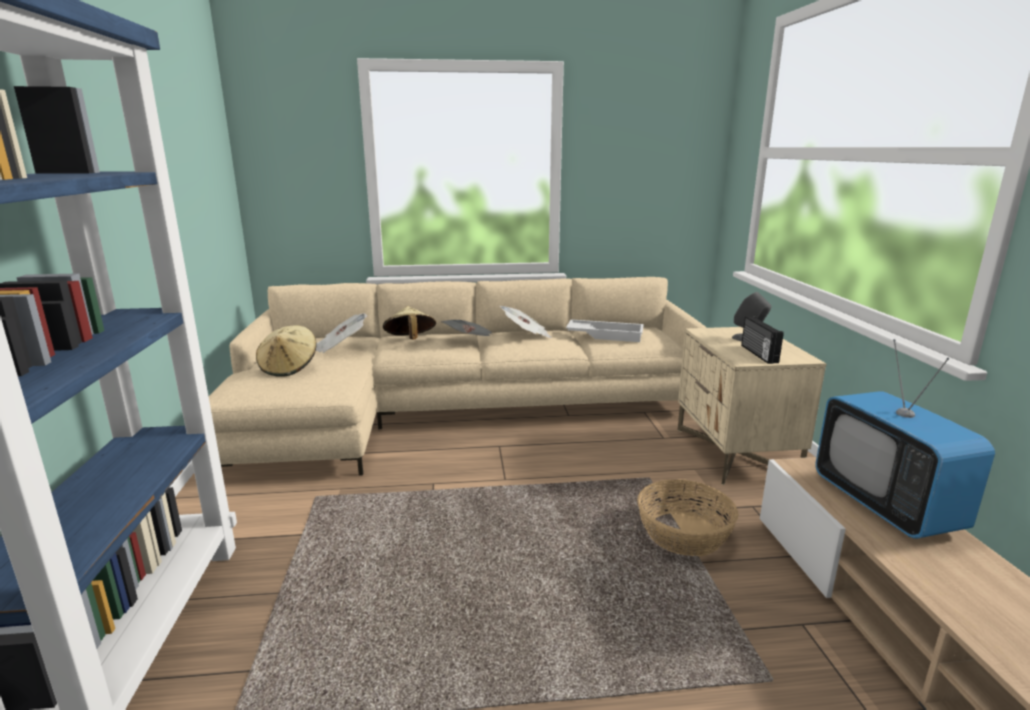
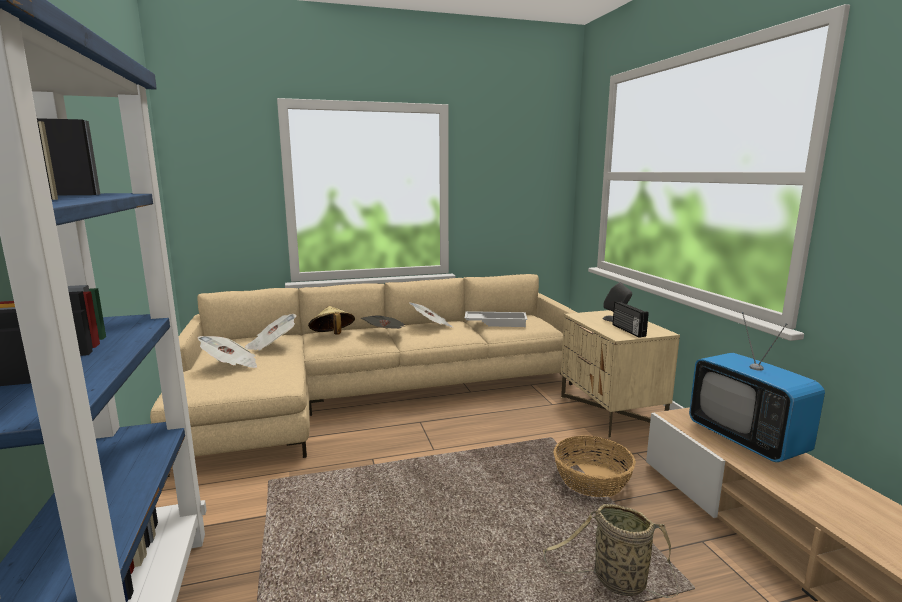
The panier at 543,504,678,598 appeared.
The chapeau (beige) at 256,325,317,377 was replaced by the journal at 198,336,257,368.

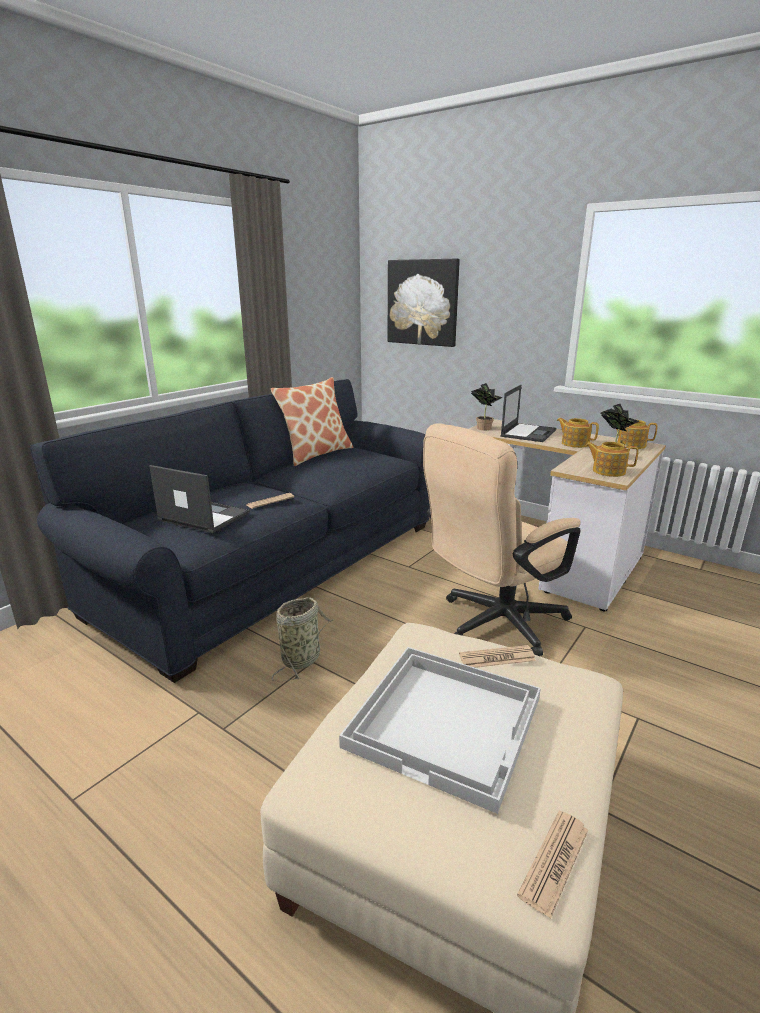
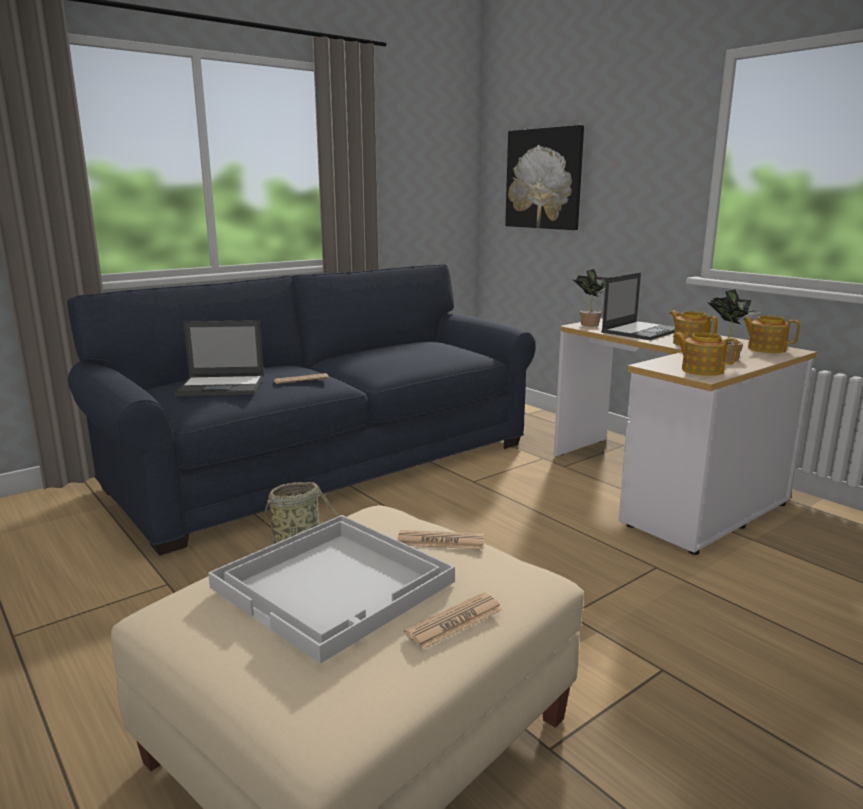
The coussin at 271,377,353,466 disappeared.
The chaise de bureau (beige) at 423,423,581,656 disappeared.
The journal moved from 517,811,588,919 to 404,593,503,649.
The ordinateur portable at 149,465,250,533 turned 135 degrees clockwise.

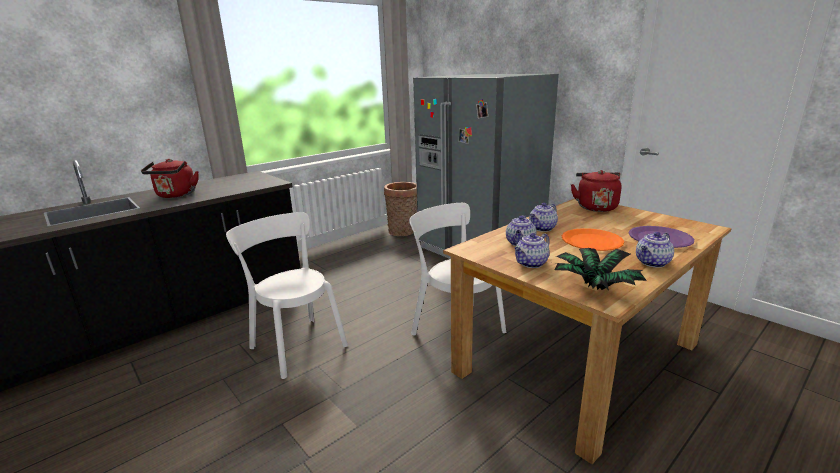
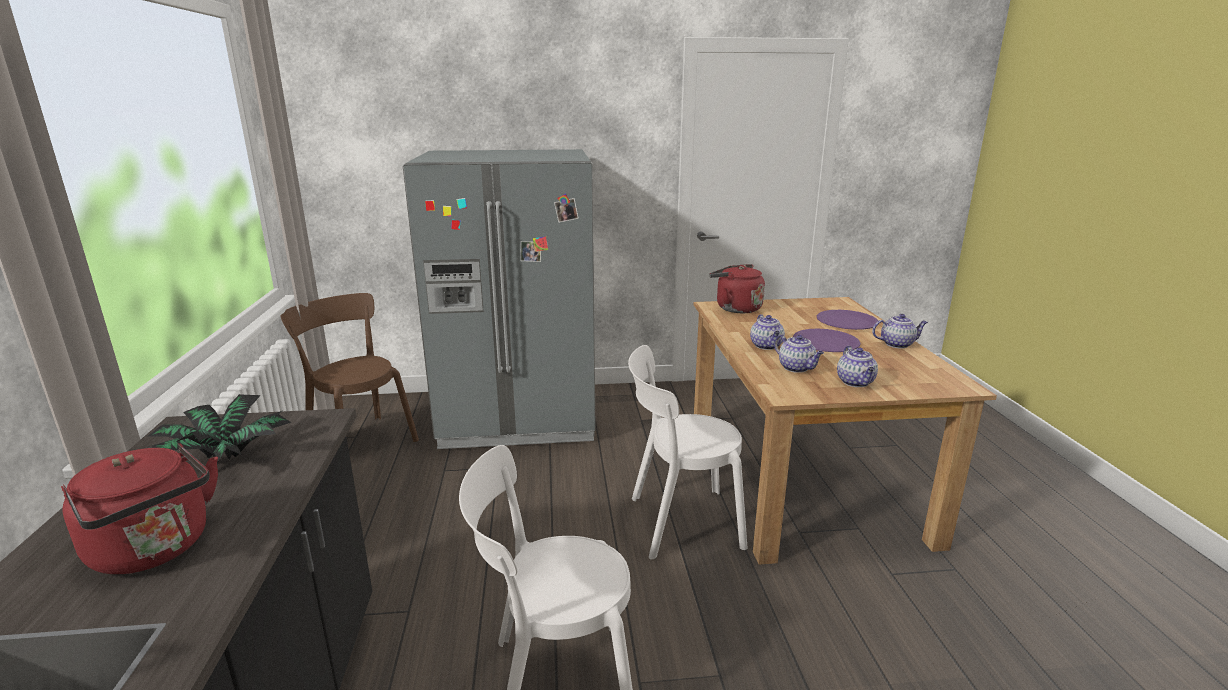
The plante en pot moved from 554,248,647,290 to 148,394,291,461.
The panier at 384,182,417,236 was replaced by the chaise (marron) at 280,293,419,442.
The assiette (orange) at 562,228,624,251 became the assiette (violet) at 793,329,861,352.
The théière at 636,232,674,268 turned 90 degrees counterclockwise.

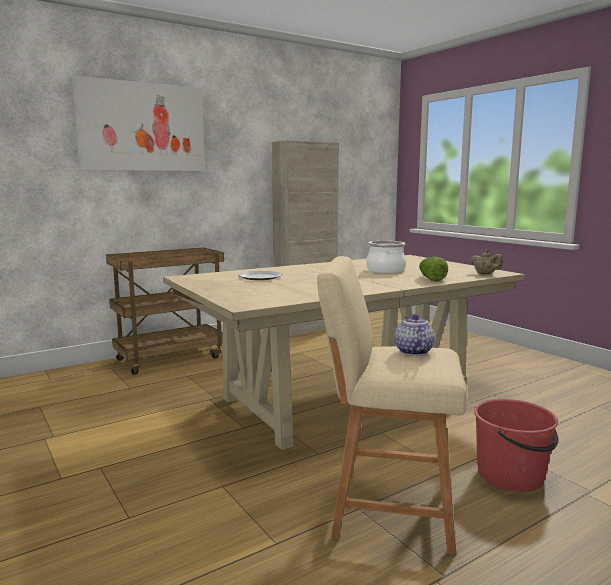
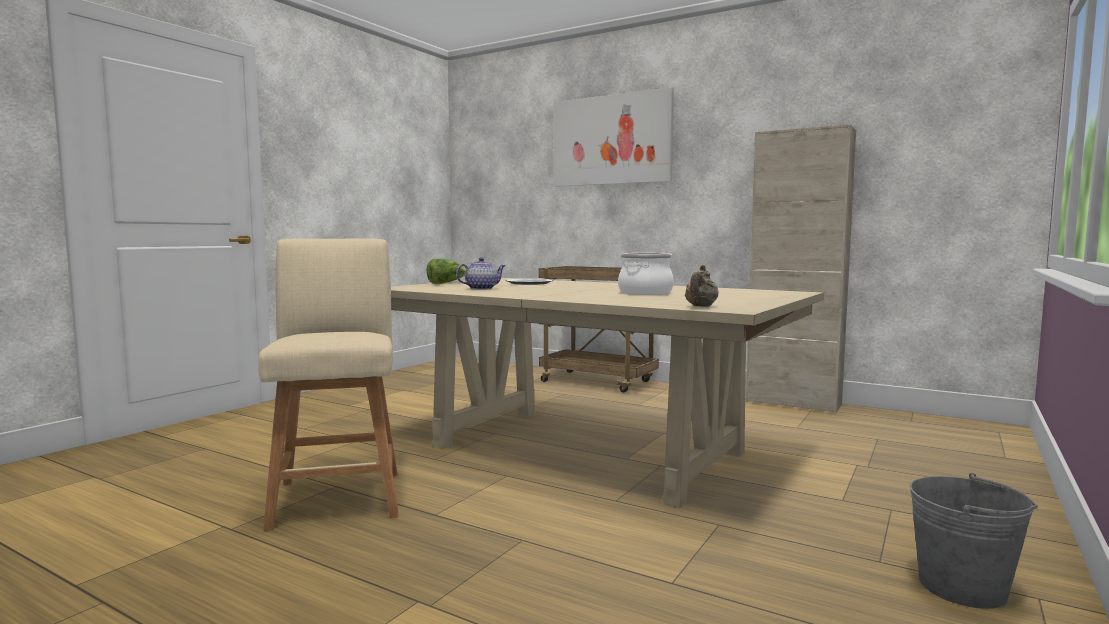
The seau (rouge) at 474,399,558,492 disappeared.
The seau (gris) at 910,473,1038,609 appeared.
The théière moved from 394,314,435,356 to 456,257,505,290.
The laitue moved from 419,257,448,281 to 427,259,466,284.

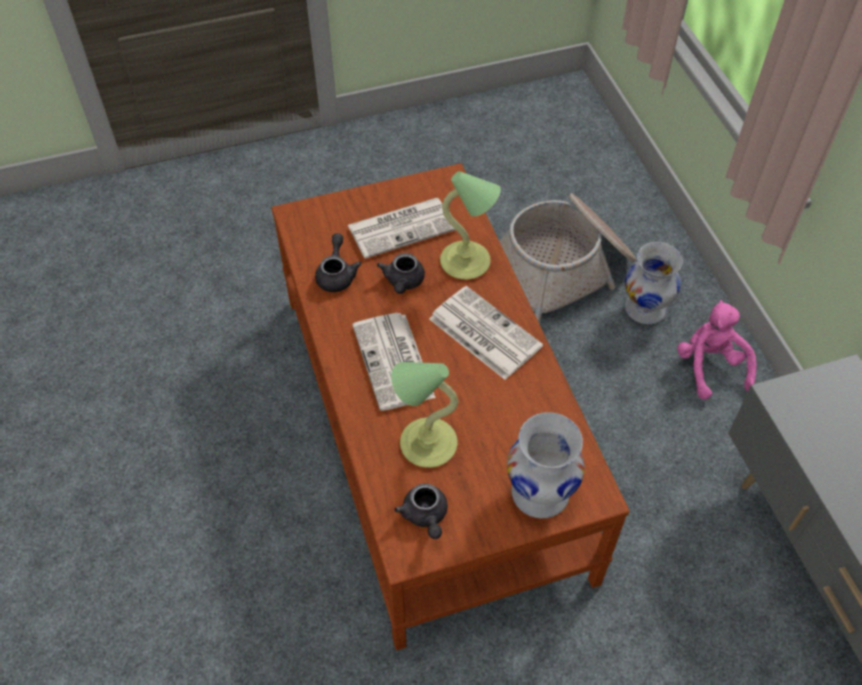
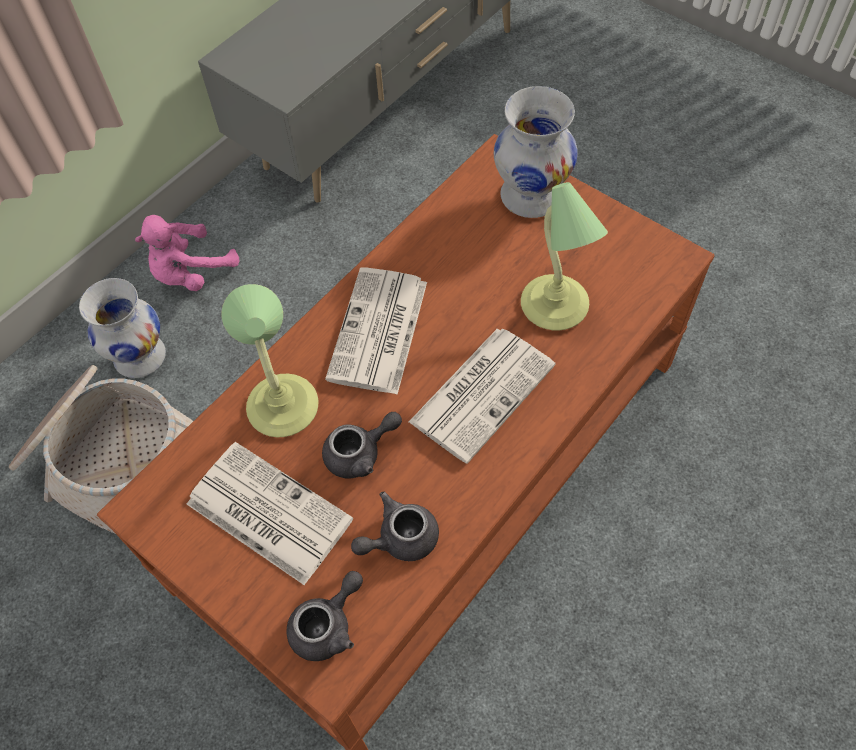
The théière (gris) moved from 394,483,448,539 to 286,571,363,661.

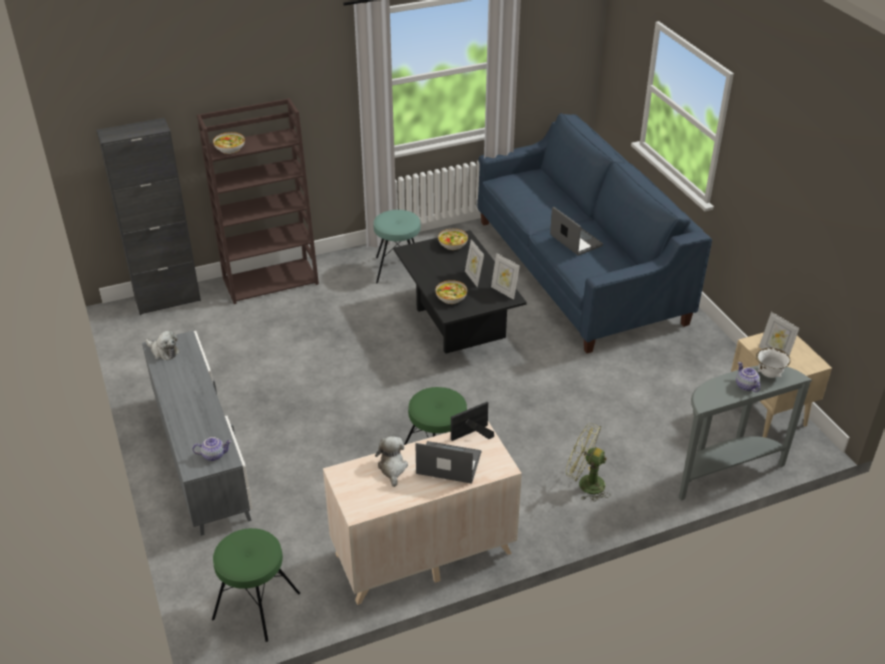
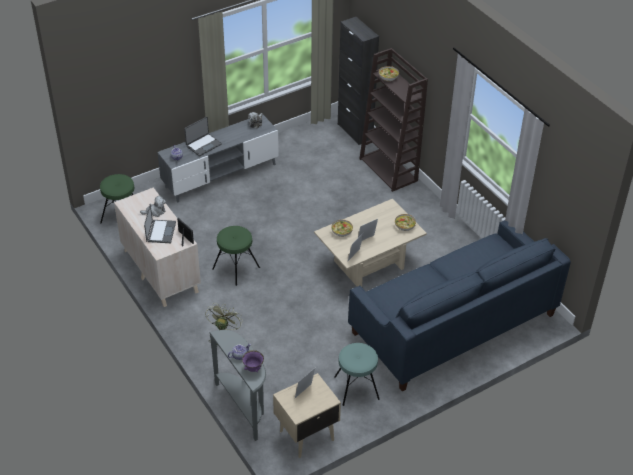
The tabouret (turquoise) moved from 374,210,421,283 to 334,343,380,406.
The ordinateur portable moved from 550,207,603,256 to 184,117,222,156.
The table basse (noir) at 394,230,527,354 became the table basse (beige) at 314,199,427,287.
The bol (blanc) at 756,347,790,378 became the bol (violet) at 242,350,264,372.

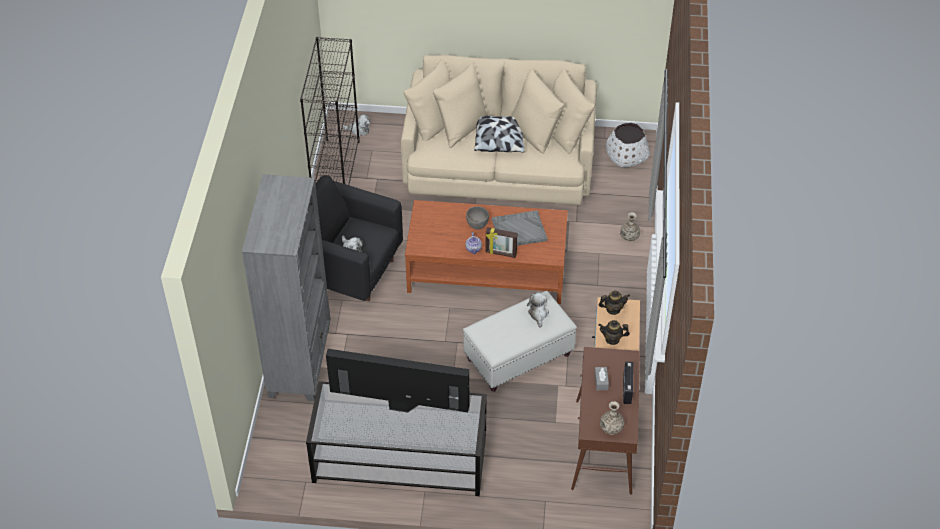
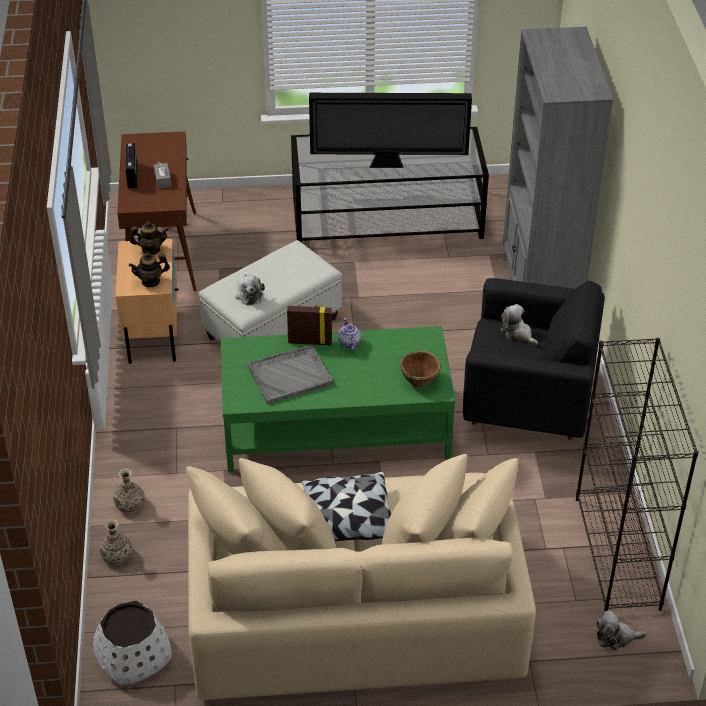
The bol (gris) at 466,206,489,230 disappeared.
The bol (marron) at 400,351,441,387 appeared.
The vase moved from 600,401,624,435 to 99,519,132,565.
The table basse (marron) at 405,200,568,304 became the table basse (vert) at 221,326,456,473.

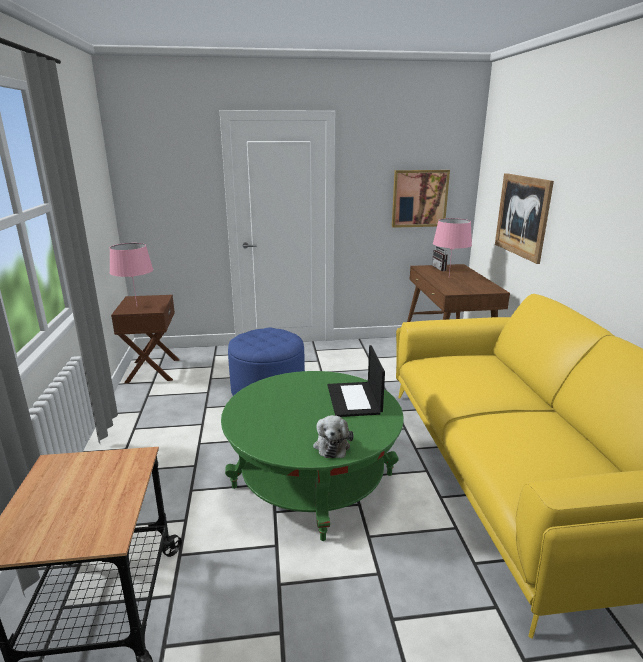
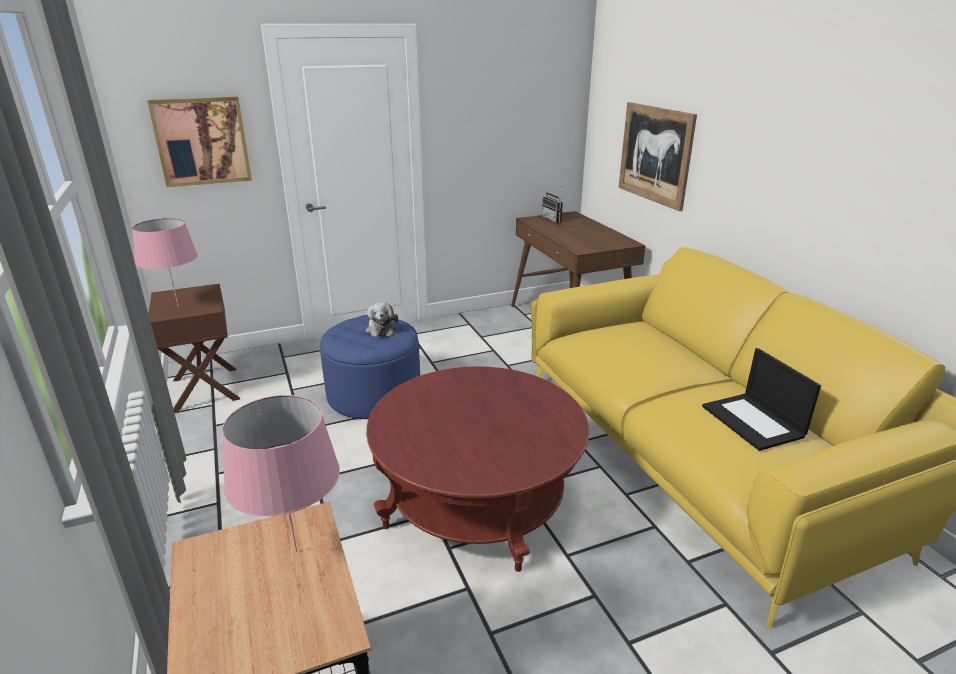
The peluche moved from 313,415,354,458 to 366,302,398,337.
The ordinateur portable moved from 328,345,385,417 to 702,348,821,451.
The tableau moved from 392,170,450,228 to 147,97,252,187.
The lampe de table (rose) moved from 433,218,472,275 to 222,395,340,552.
The table basse (vert) at 221,371,404,541 became the table basse (rouge) at 366,366,589,572.

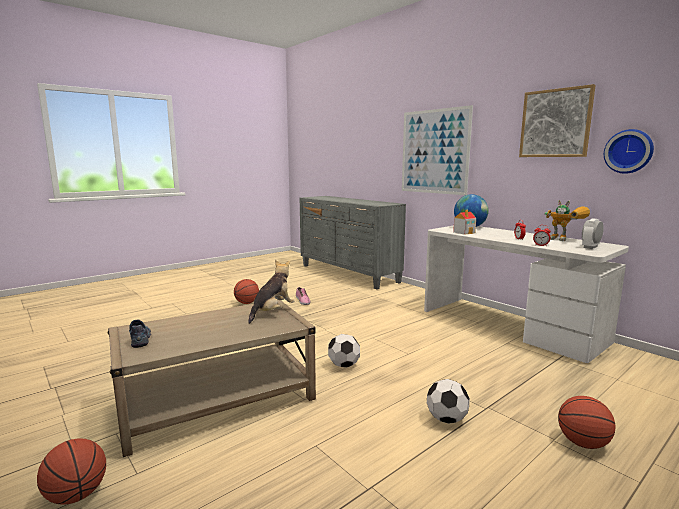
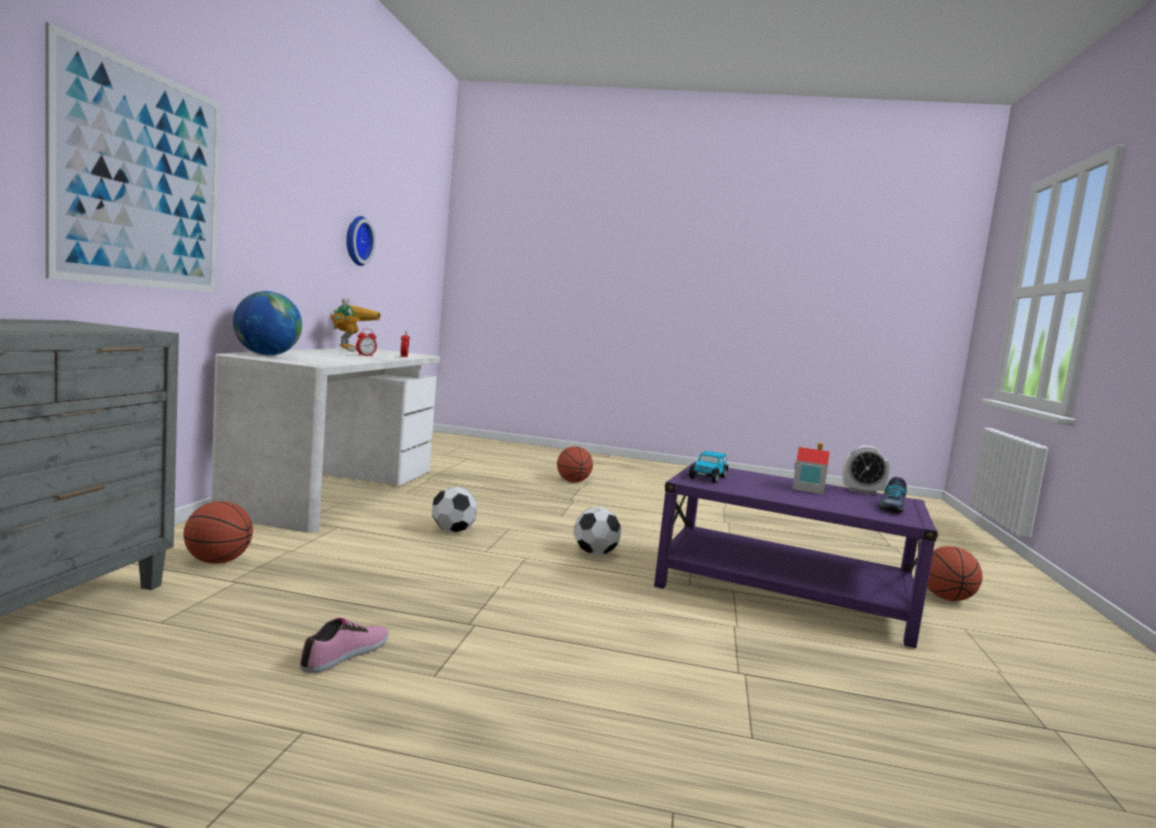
The tableau at 519,84,596,157 disappeared.
The ballon de basket moved from 234,279,259,304 to 183,501,253,564.
The ballon de foot moved from 427,379,470,424 to 432,486,477,533.
The maison miniature moved from 453,210,476,235 to 792,443,830,495.
The réveil moved from 582,219,604,249 to 842,446,889,495.
The peluche at 248,260,295,324 was replaced by the petite voiture at 689,451,728,483.
The table basse (beige) at 107,300,316,457 became the table basse (violet) at 654,462,938,648.

